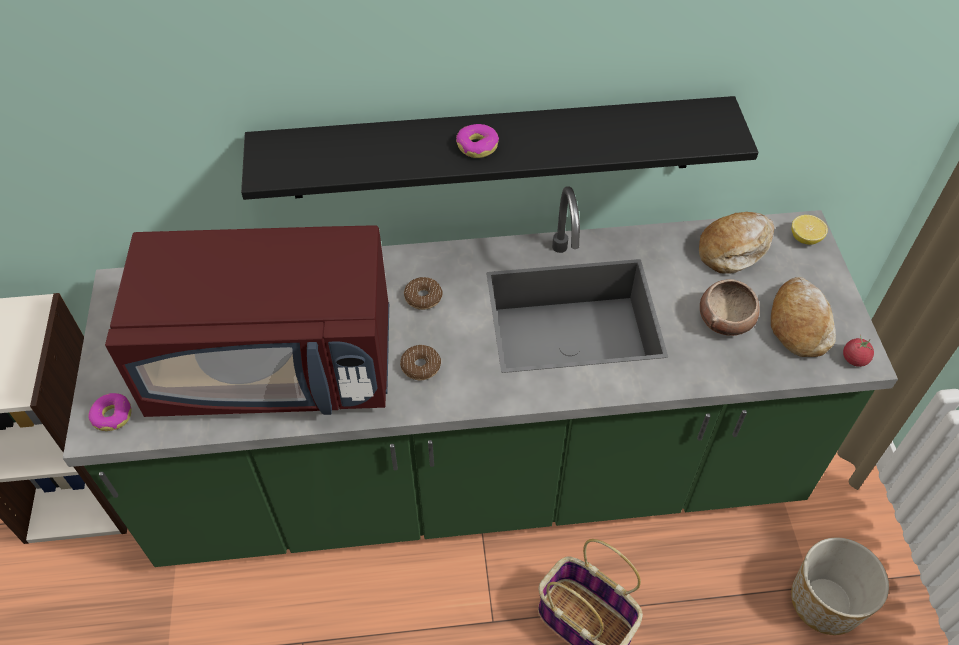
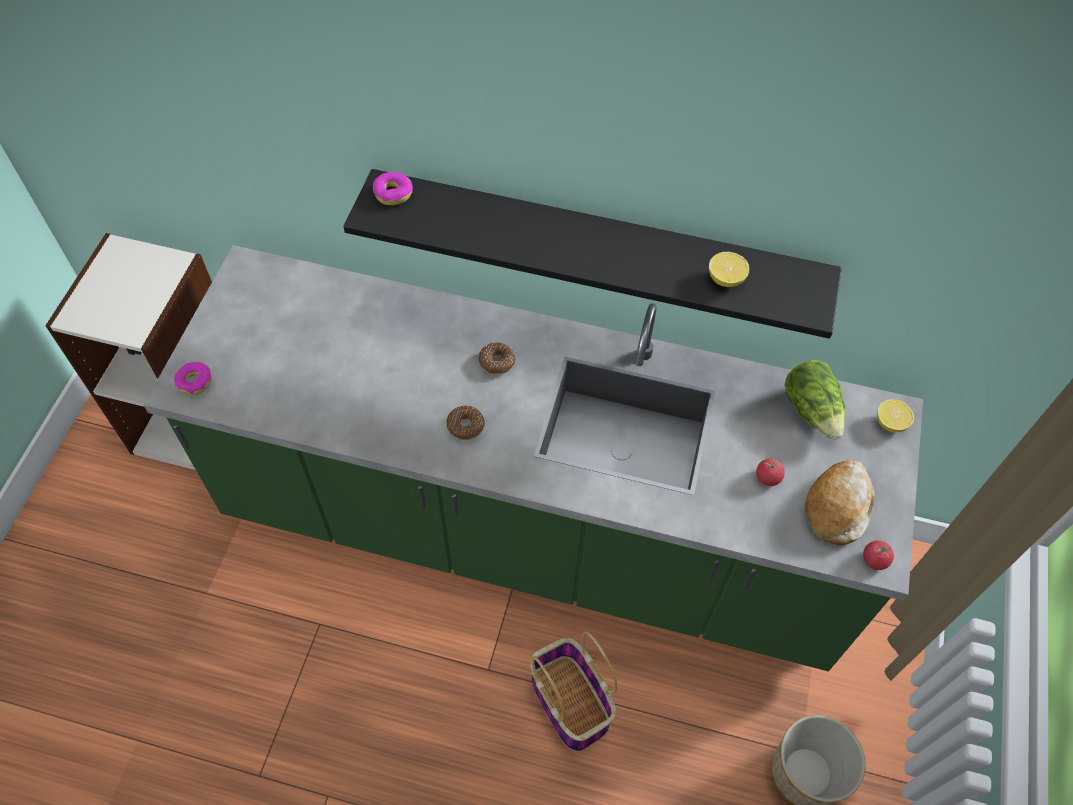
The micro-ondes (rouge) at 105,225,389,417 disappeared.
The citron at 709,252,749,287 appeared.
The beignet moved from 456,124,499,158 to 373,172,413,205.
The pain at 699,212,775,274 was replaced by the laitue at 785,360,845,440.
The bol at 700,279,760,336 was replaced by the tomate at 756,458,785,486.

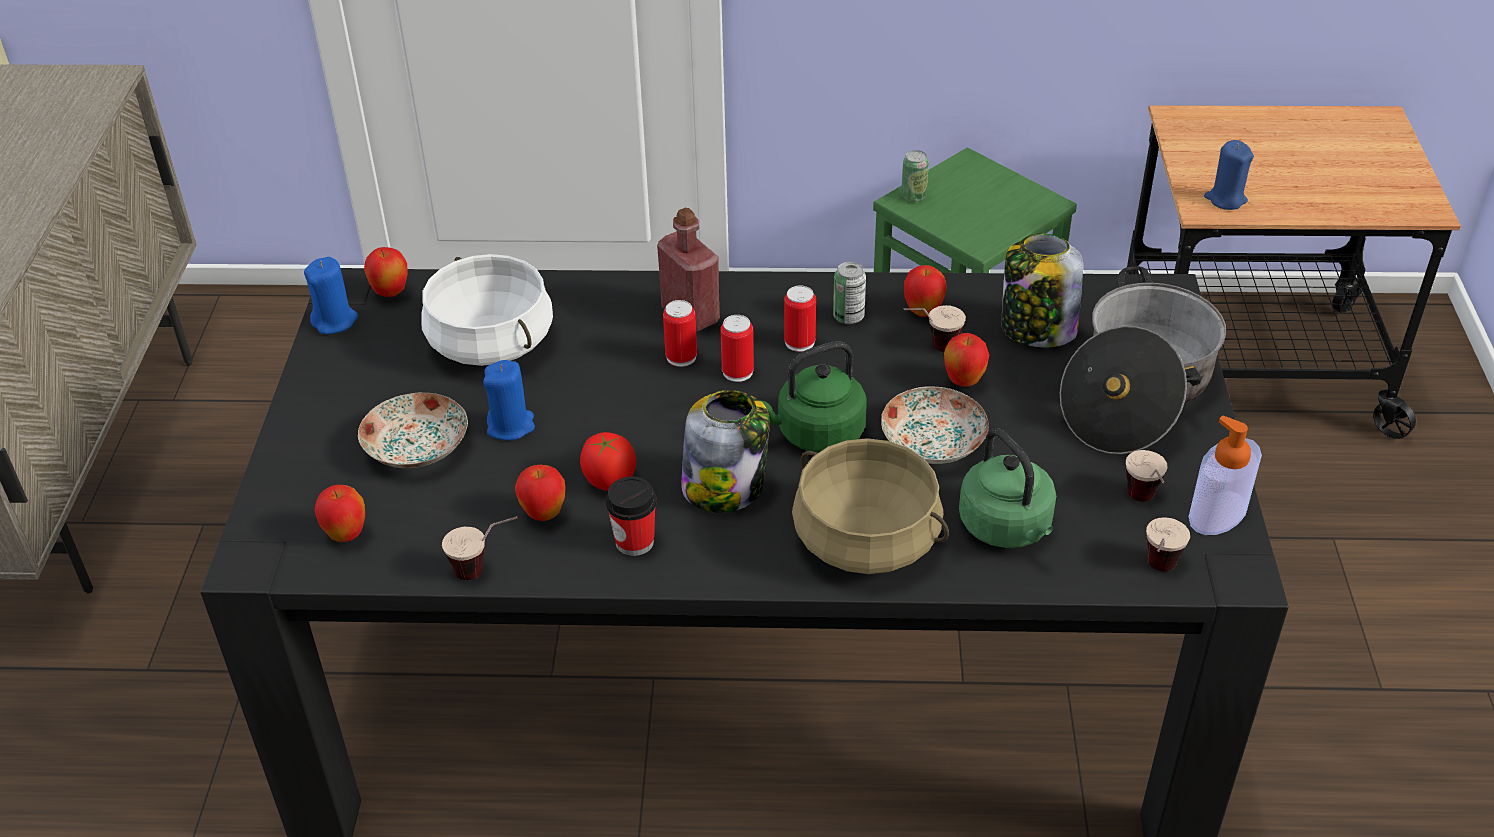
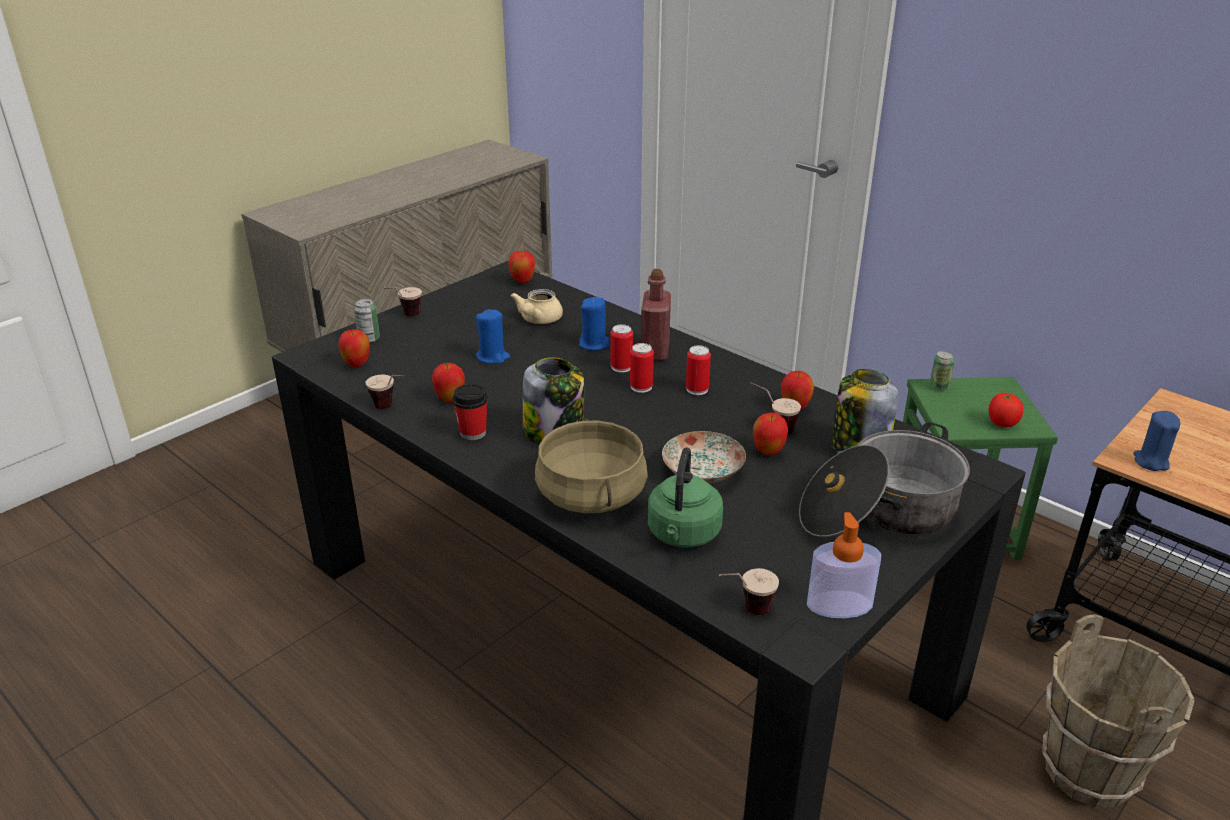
The assiette at 358,393,468,468 disappeared.
The bouilloire (vert) at 761,341,867,452 disappeared.
The seau (marron) at 1042,614,1195,807 appeared.
The bougie (bleu) moved from 304,257,358,334 to 579,297,610,351.
The tomate moved from 580,432,636,491 to 989,393,1023,427.
The boîte métallique moved from 833,262,866,324 to 354,299,380,343.
The tasse moved from 1126,450,1168,502 to 383,287,422,316.
The marmite (blanc) at 422,254,553,366 was replaced by the théière (beige) at 511,289,563,324.

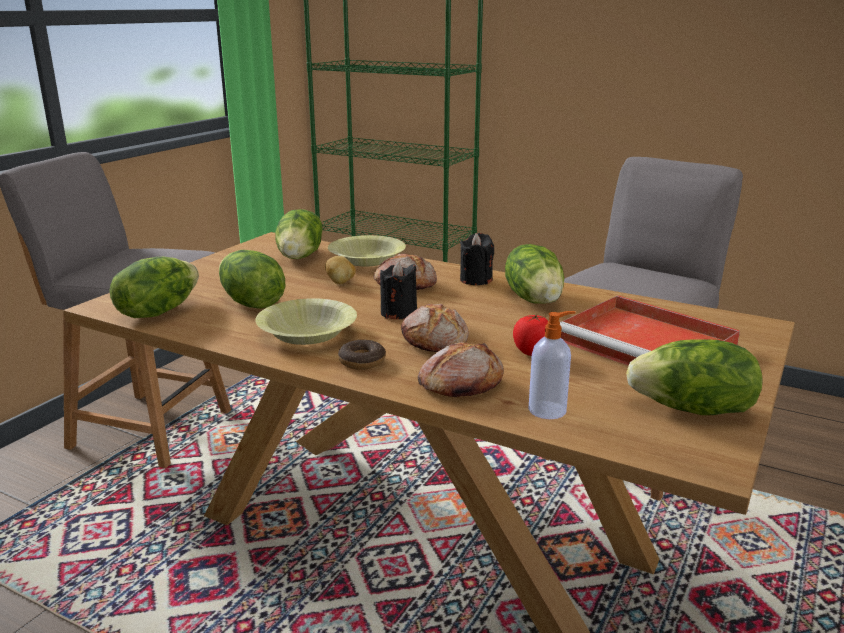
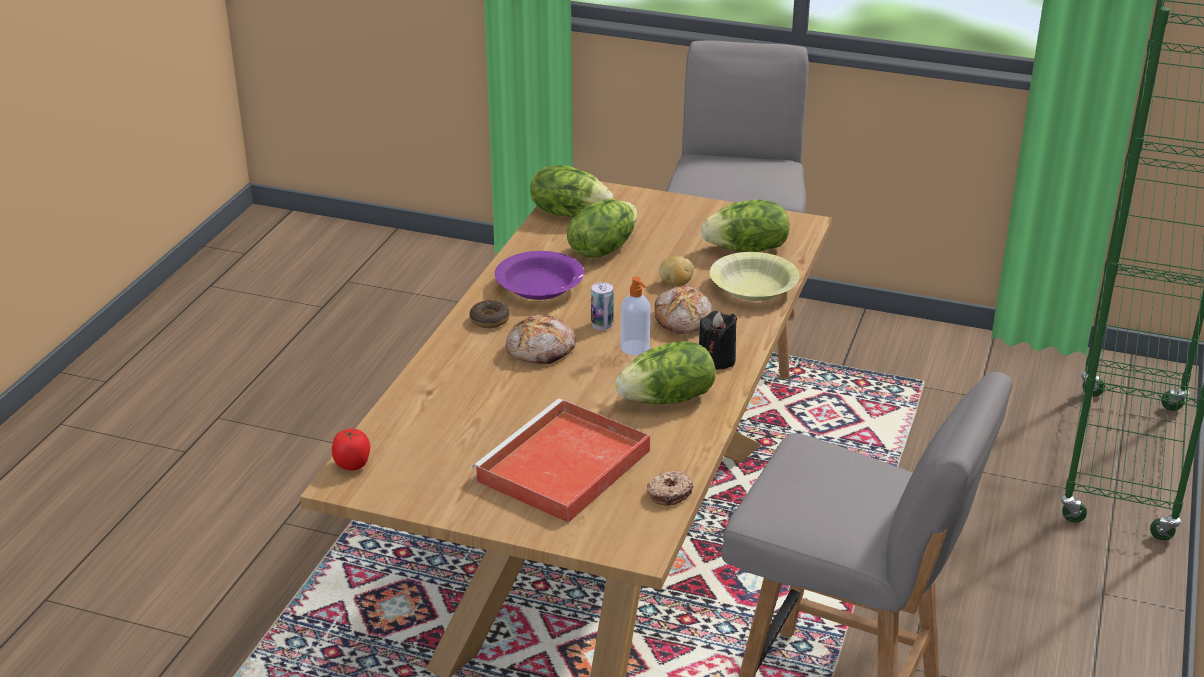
The pain at 417,342,504,397 disappeared.
The laitue at 626,339,763,415 disappeared.
The beignet at 647,471,693,506 appeared.
The tomate moved from 513,315,548,356 to 332,429,370,471.
The distributeur de savon moved from 528,311,575,419 to 621,276,650,355.
The bougie (noir) at 380,261,417,319 was replaced by the boîte métallique at 591,282,614,330.
The bol (jaune) at 255,298,357,345 became the bol (violet) at 495,251,584,300.

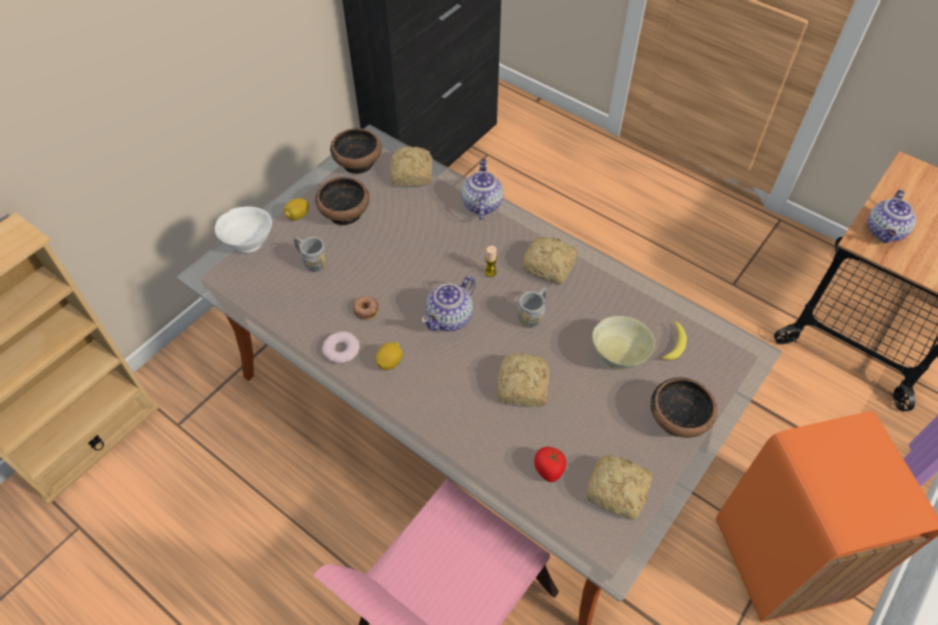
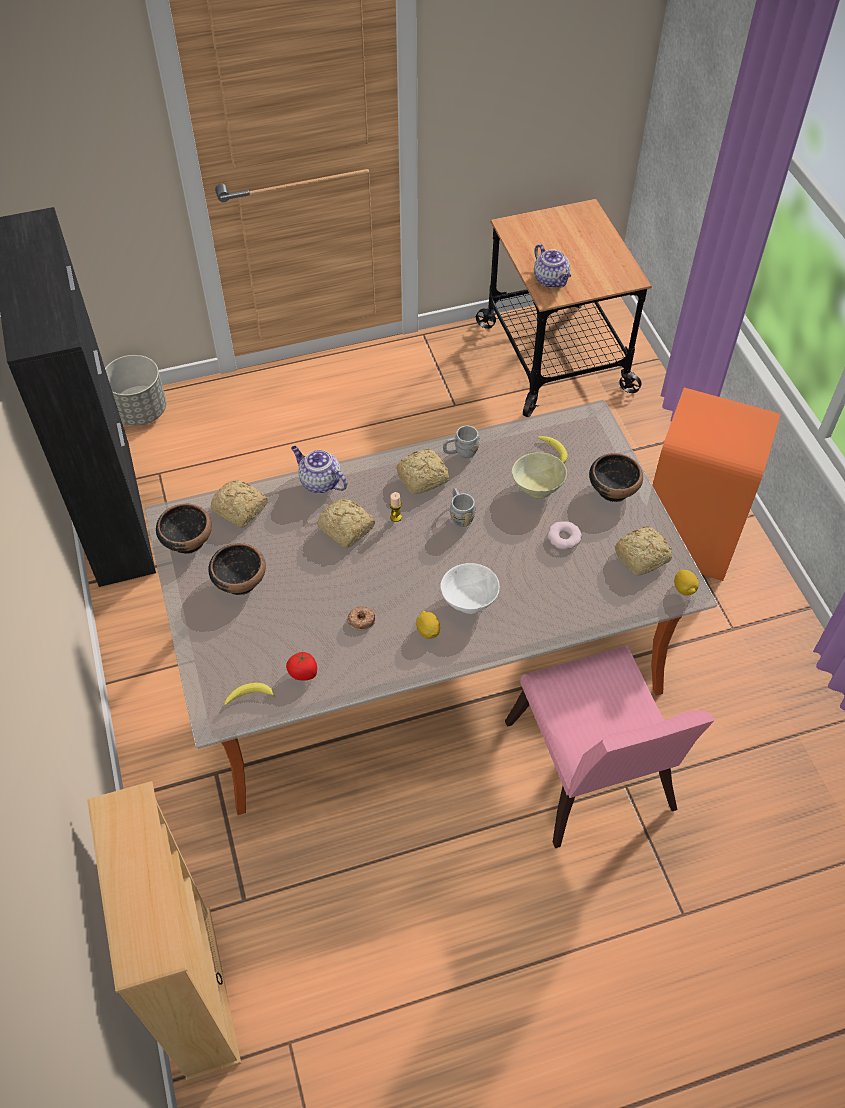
The théière at 421,276,476,331 disappeared.
The cache-pot (gris) at 105,355,167,426 appeared.
The banane at 225,683,276,705 appeared.
The bol (blanc) moved from 215,206,272,253 to 440,563,500,614.
The citron moved from 284,198,309,220 to 674,570,699,596.
The mug (gris) moved from 294,237,328,272 to 443,426,480,458.
The beignet moved from 322,331,360,364 to 547,521,582,550.
The pain moved from 497,353,550,407 to 318,498,375,548.
The tomate moved from 534,447,566,482 to 286,651,317,680.

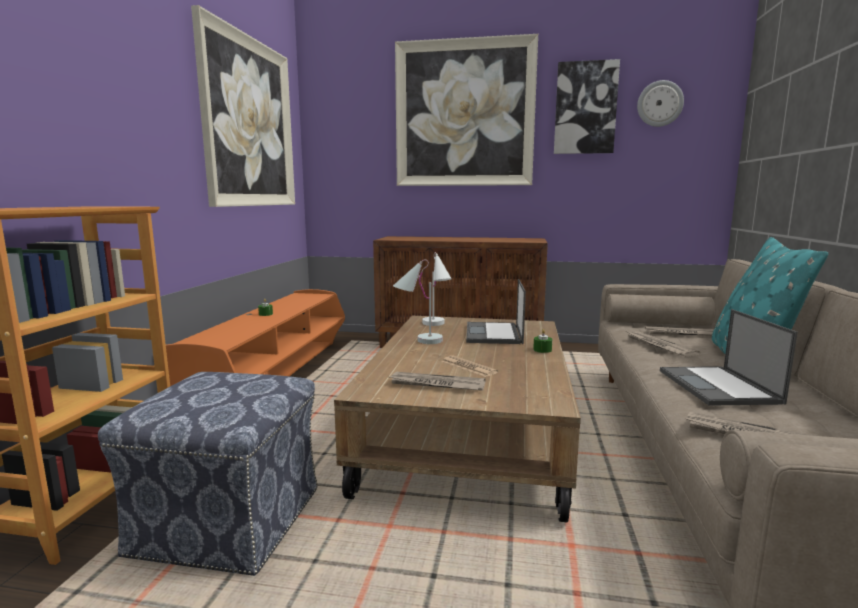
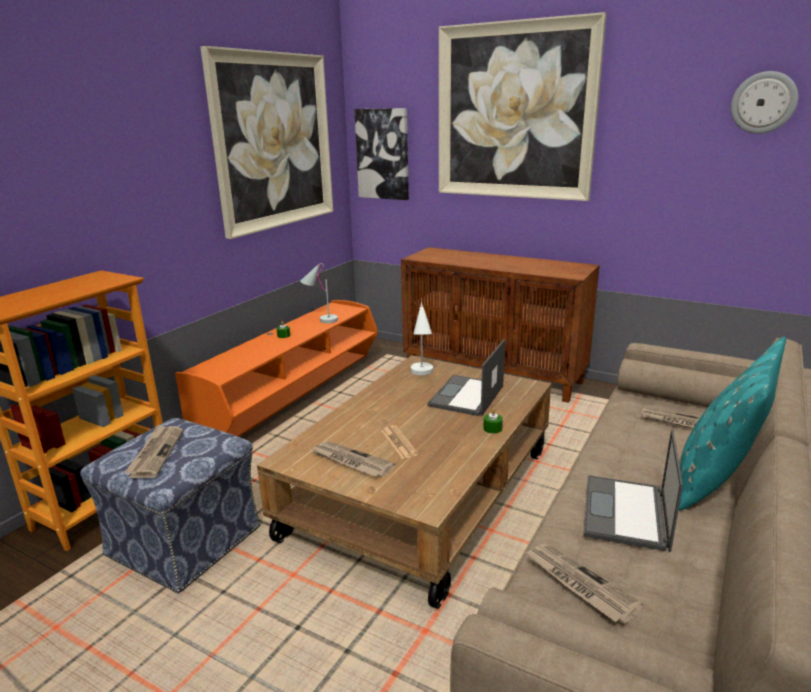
The lampe de table (blanc) moved from 393,260,443,344 to 300,263,338,323.
The tableau moved from 554,59,620,154 to 354,108,409,200.
The journal moved from 628,332,701,357 to 124,425,183,478.

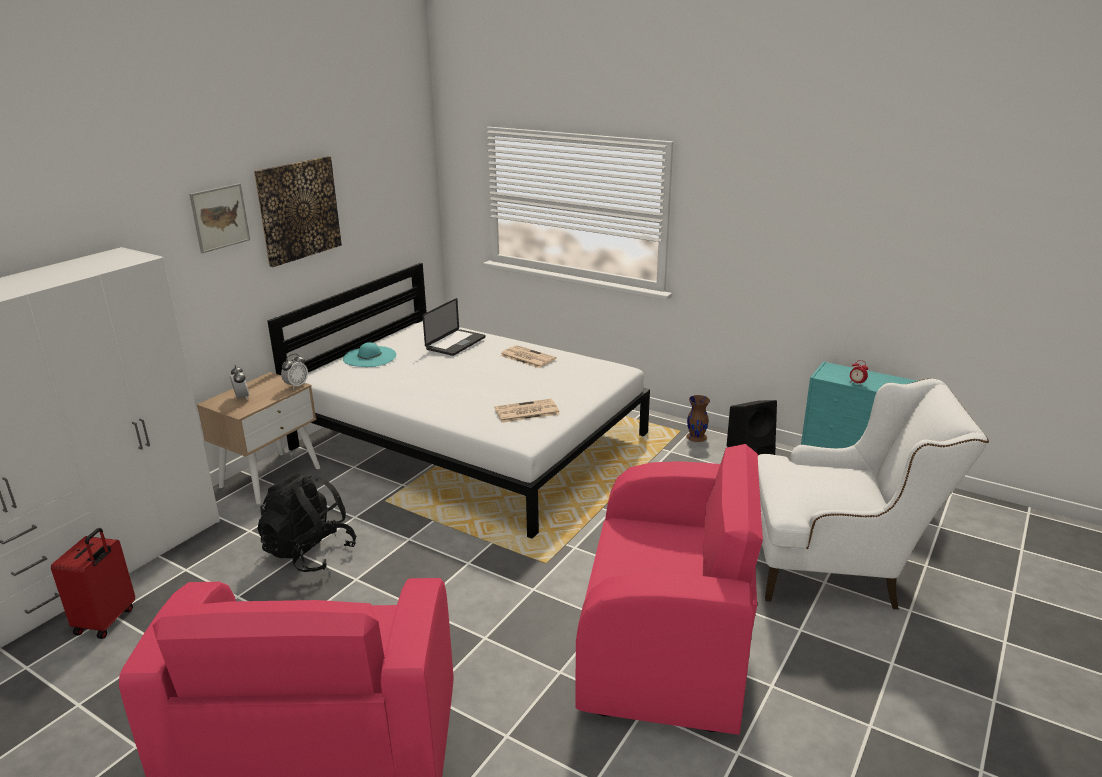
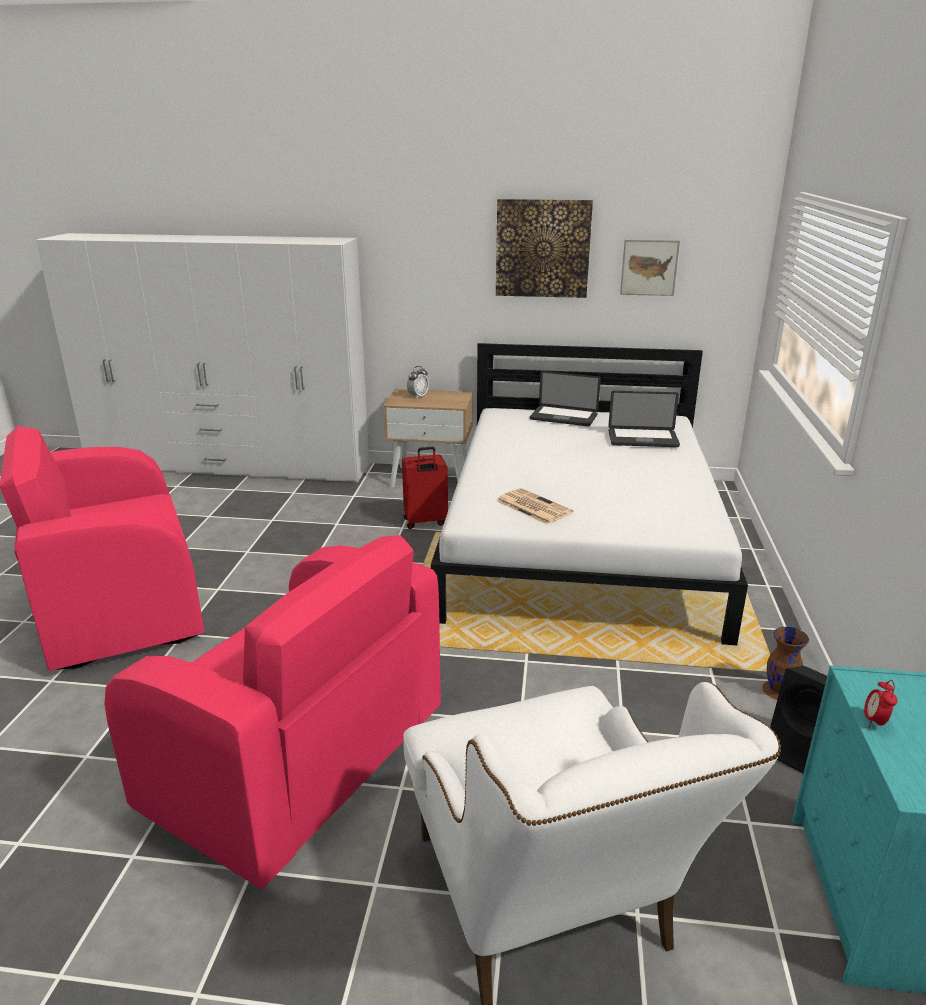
The sac à dos (noir) at 257,471,356,572 disappeared.
The réveil at 281,354,308,389 disappeared.
The journal at 500,345,557,368 disappeared.
The valise (rouge) moved from 51,528,135,639 to 402,447,448,529.
The tableau moved from 189,183,250,253 to 620,240,680,296.
The chapeau (turquoise) at 343,342,396,367 was replaced by the ordinateur portable at 530,371,601,426.
The fauteuil (rose) at 575,444,763,735 turned 45 degrees counterclockwise.

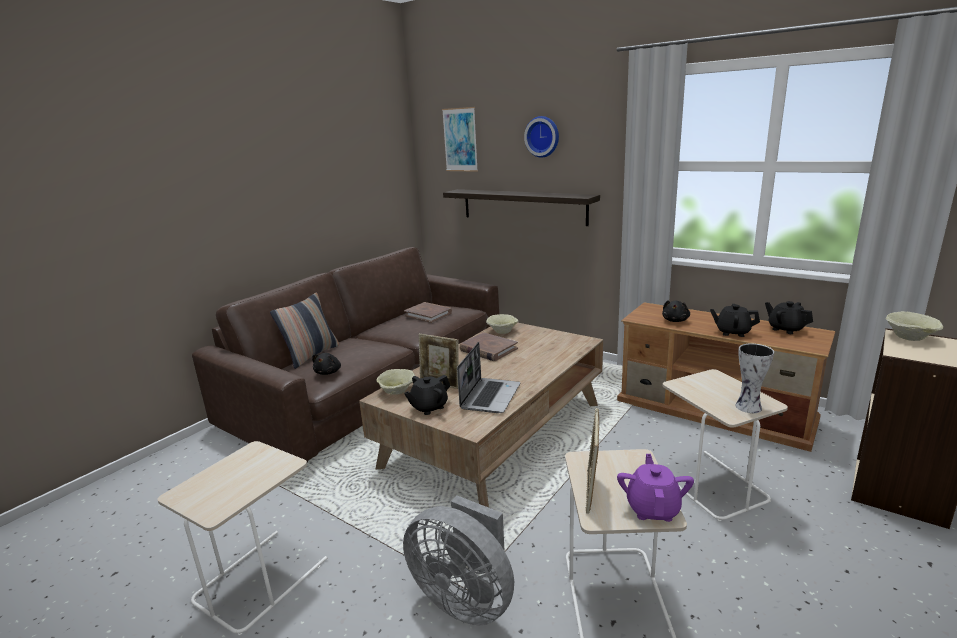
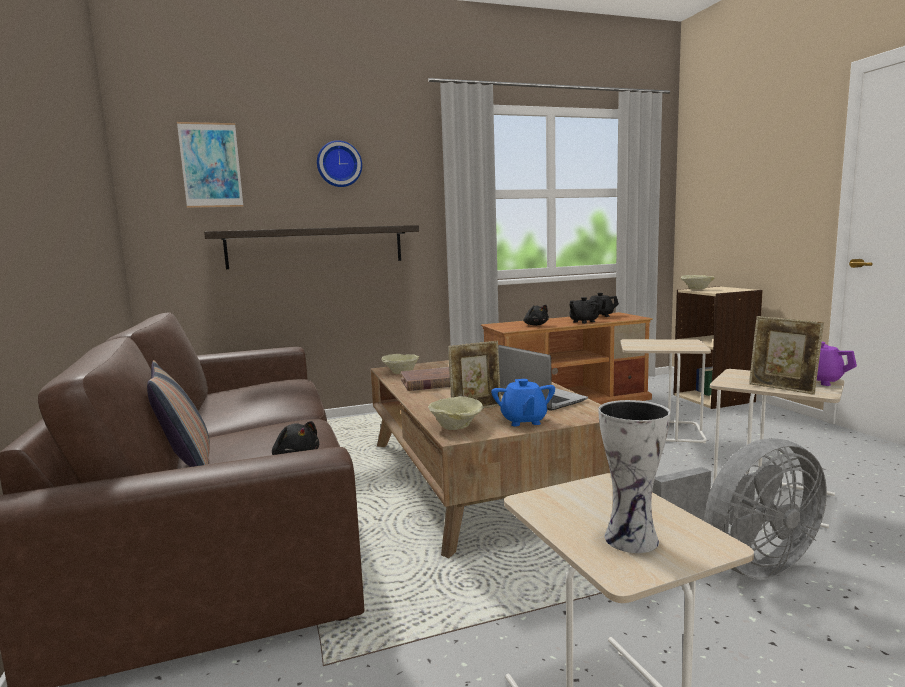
The livre (marron) at 404,302,452,323 disappeared.
The vase moved from 735,343,774,413 to 598,400,671,553.
The théière (noir) at 404,375,450,415 became the théière (bleu) at 491,379,555,426.

